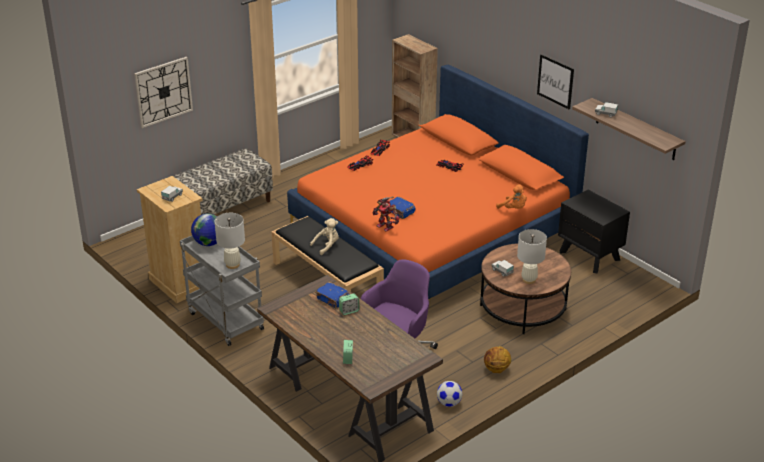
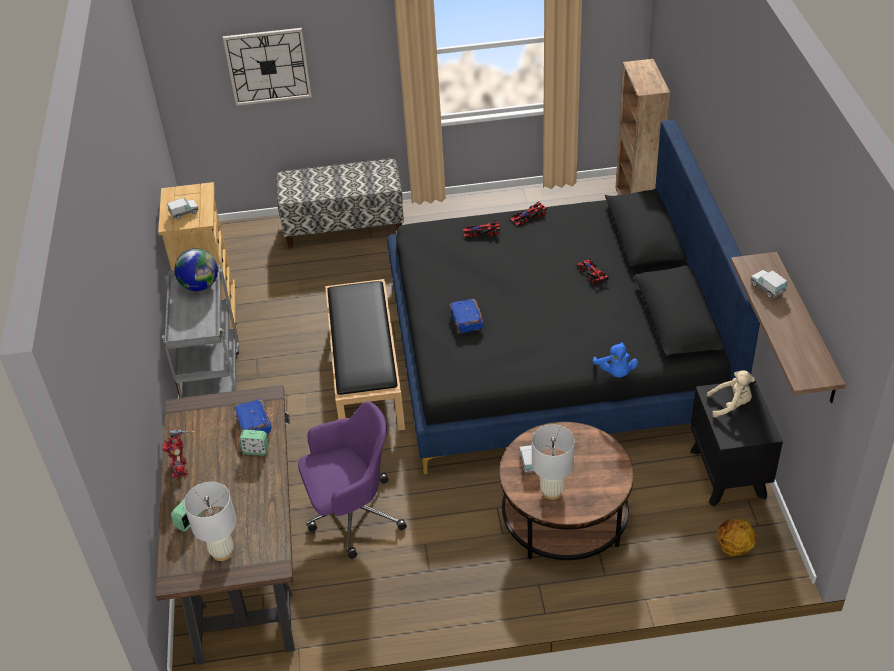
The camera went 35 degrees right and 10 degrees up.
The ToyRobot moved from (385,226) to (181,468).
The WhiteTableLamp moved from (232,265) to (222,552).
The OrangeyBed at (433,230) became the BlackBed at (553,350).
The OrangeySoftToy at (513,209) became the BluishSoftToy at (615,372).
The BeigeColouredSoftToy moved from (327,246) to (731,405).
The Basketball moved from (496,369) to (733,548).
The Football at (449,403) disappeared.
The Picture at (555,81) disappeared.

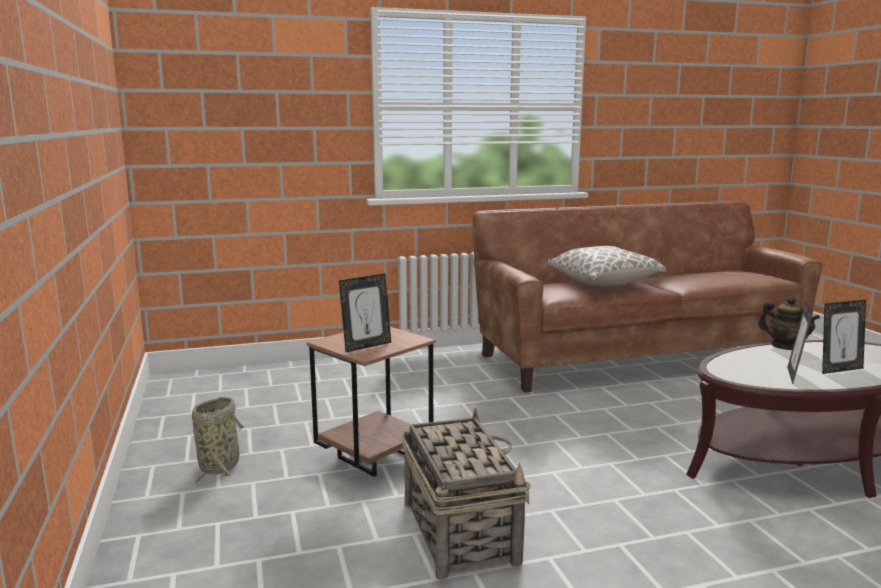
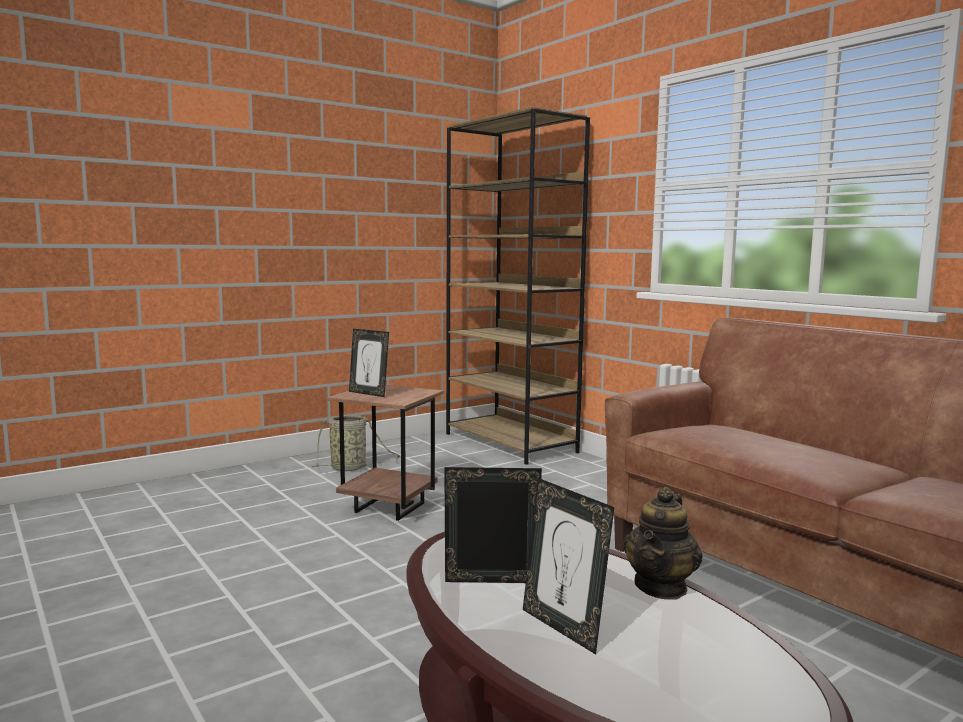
The camera went 70 degrees right and 5 degrees down.
The BrownColouredShelvingUnit at (511,443) appeared.
The StorageBasket at (459,531) disappeared.
The ThrowPillow at (604,283) disappeared.

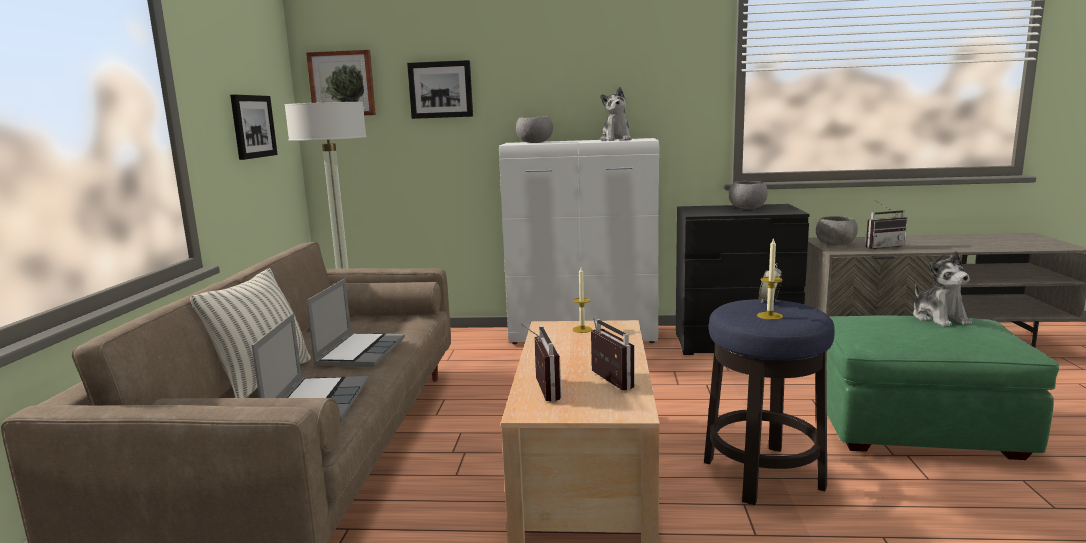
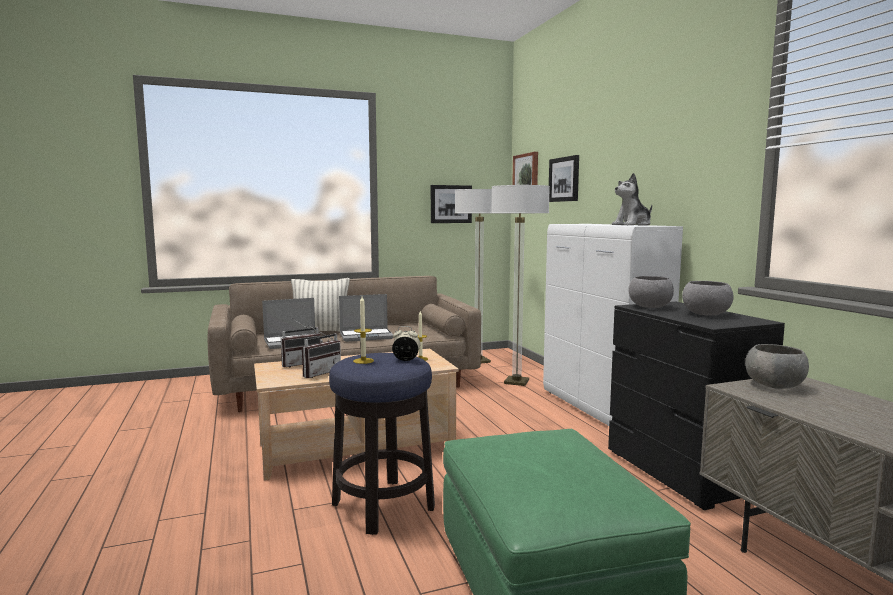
The camera went 65 degrees right and 5 degrees down.
The FloorLamp at (516,382) appeared.
The GreyServingBowl moved from (534,143) to (649,307).
The RadioReceiver at (882,246) disappeared.
The SoftToy at (939,318) disappeared.

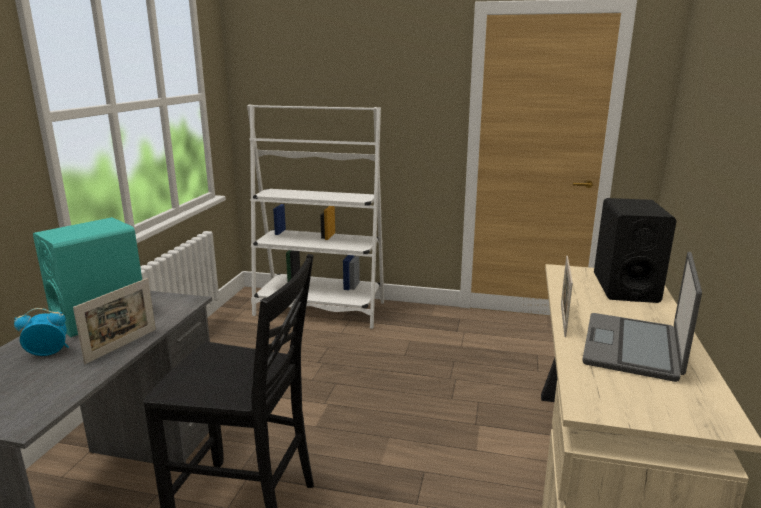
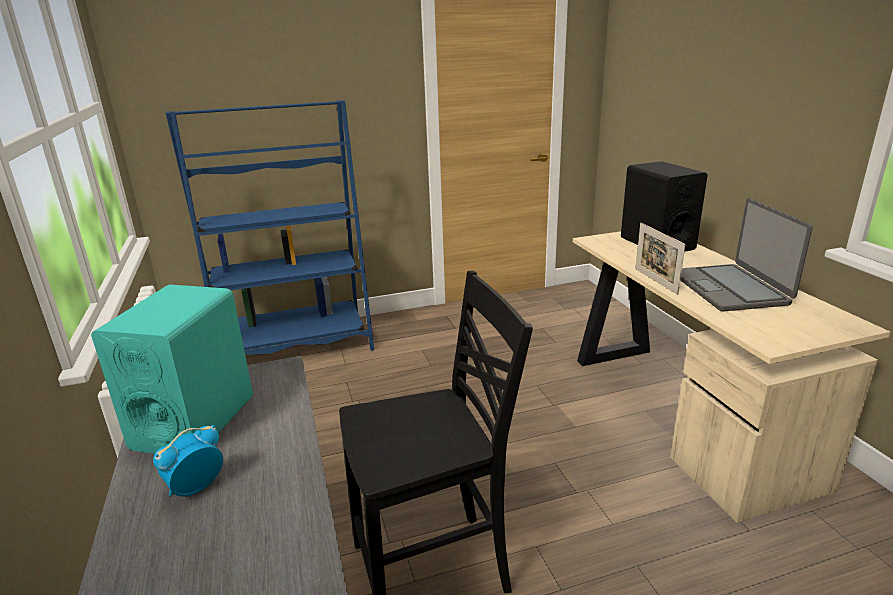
The camera went 30 degrees left and 5 degrees up.
The WhiteShelvingUnit at (320,309) became the BluishShelvingUnit at (296,346).
The StandingFrame at (122,346) disappeared.

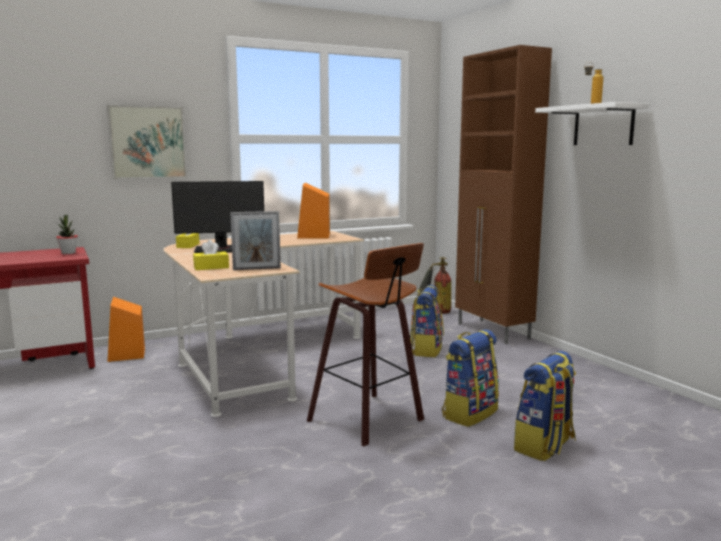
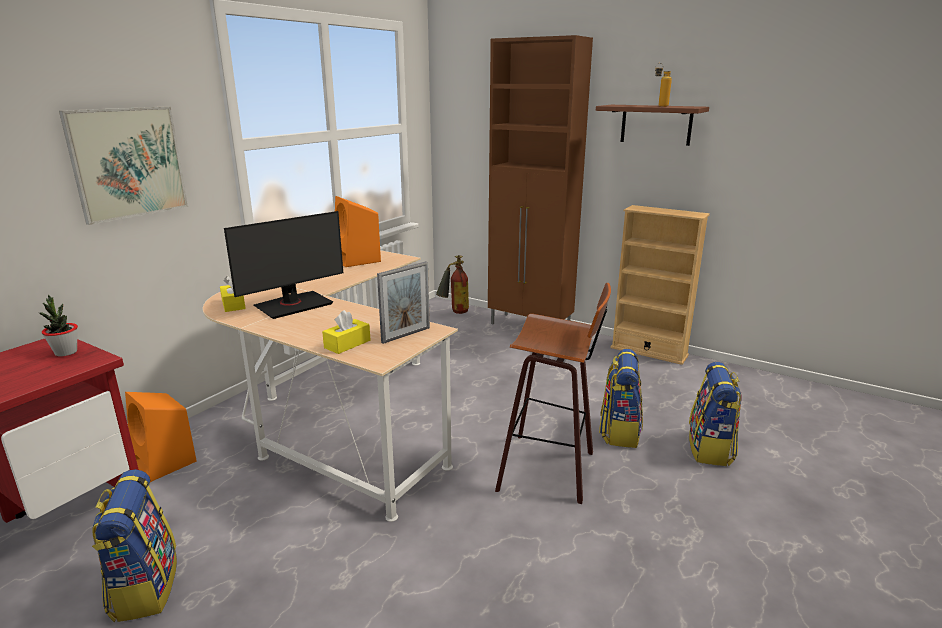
The camera went 30 degrees left and 10 degrees up.
The Knapsack moved from (425,350) to (144,587).
The WhiteBracketShelf at (603,125) became the BrownColouredBracketShelf at (656,124).
The BeigeColouredShelvingUnit at (649,351) appeared.

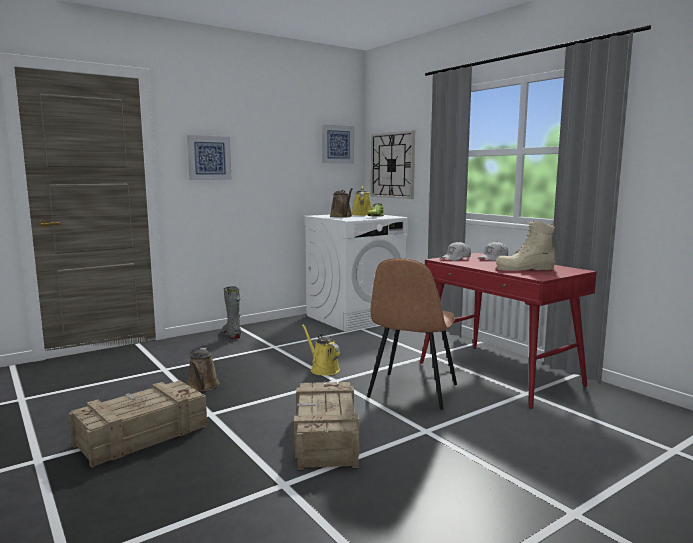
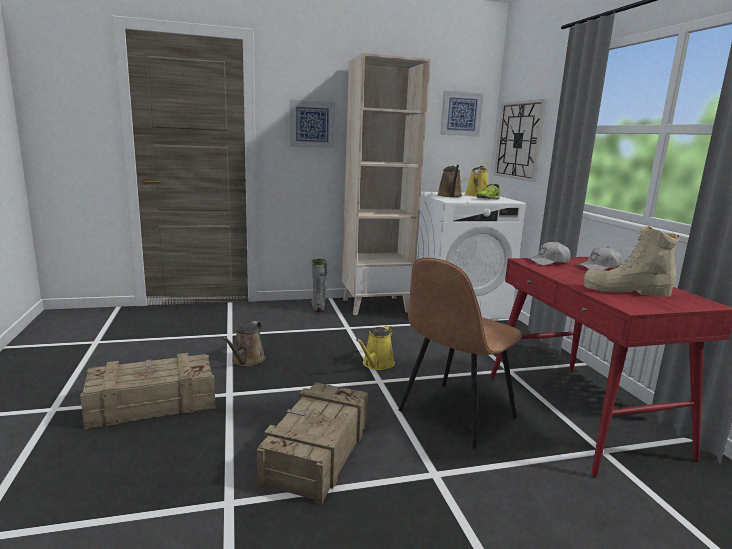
The camera went 20 degrees right and 5 degrees up.
The BeigeColouredShelvingUnit at (376,305) appeared.
The YellowSprinklingCan at (323,369) turned 135 degrees counterclockwise.

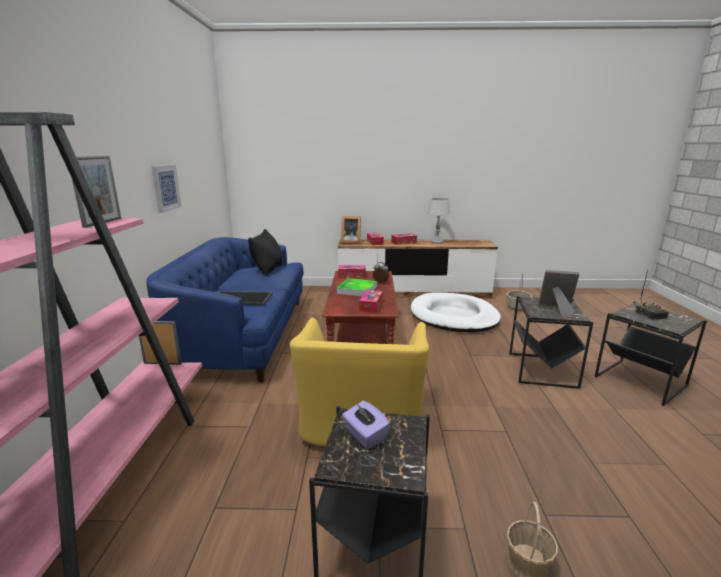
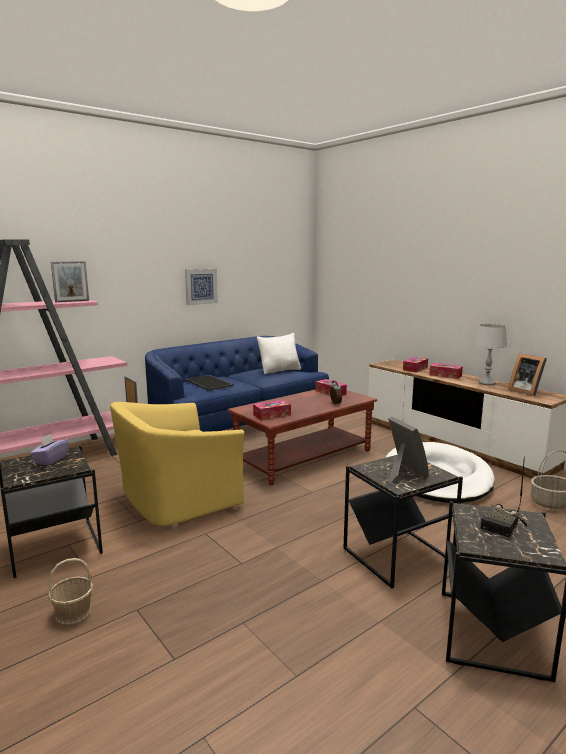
The camera went 50 degrees right and 5 degrees down.
The BlackThrowPillow at (268,269) became the WhiteThrowPillow at (280,370).
The StandingFrame moved from (350,242) to (525,391).
The Tray at (357,290) disappeared.

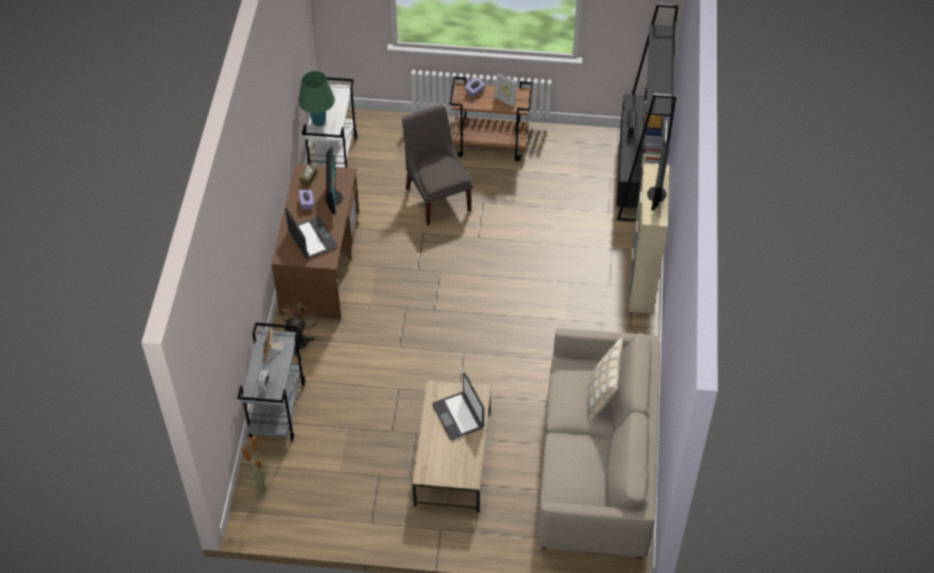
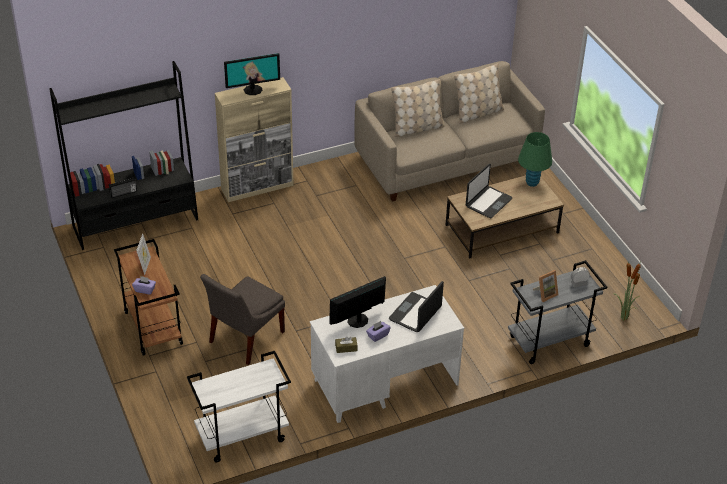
The camera went 120 degrees left and 10 degrees down.
The BrownColouredDesk at (320,266) became the WhiteDesk at (384,383).
The BeigeColouredThrowPillow at (478,113) appeared.
The GreenColouredTableLamp moved from (318,122) to (532,183).
The BrownColouredElectricFan at (300,339) disappeared.

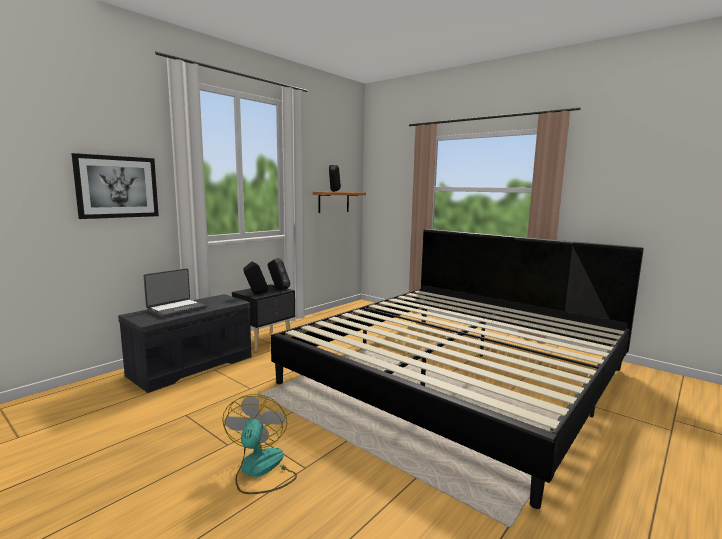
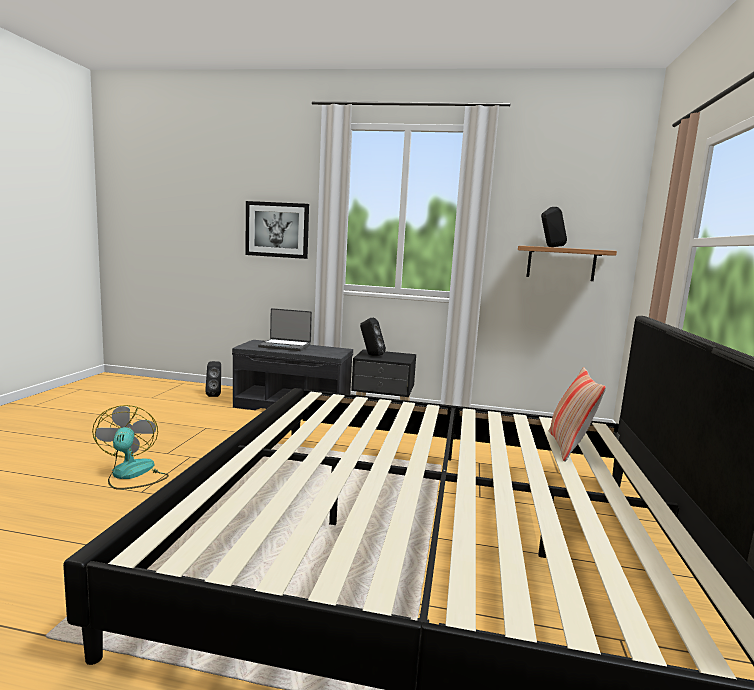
The camera went 60 degrees right and 0 degrees up.
The ElectricFan at (260,470) turned 75 degrees counterclockwise.
The BlackLoudspeaker moved from (278,289) to (214,395).
The ThrowPillow at (568,447) appeared.

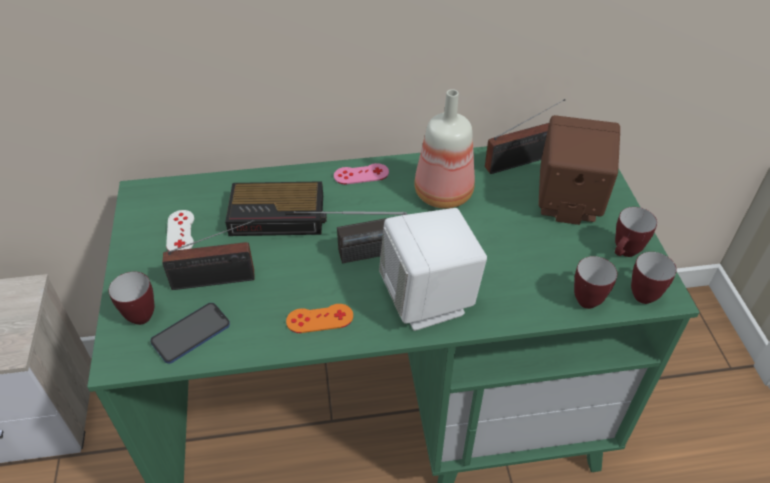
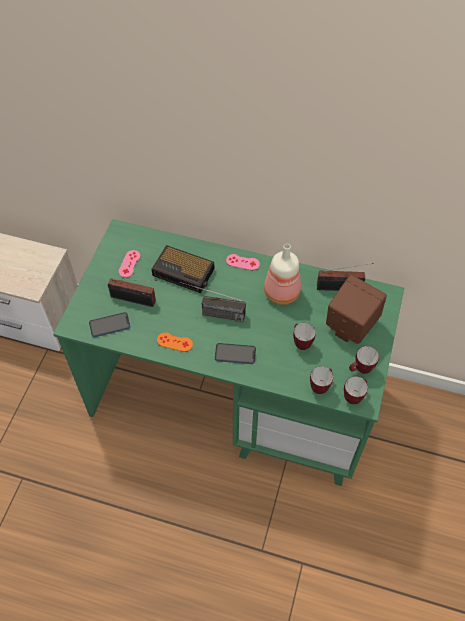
The camera went 25 degrees right and 10 degrees up.
The WhiteJoypad at (180,232) became the PinkColouredJoypad at (129,264).
The WhiteLoudspeaker at (429,300) was replaced by the Telephone at (235,354).
The TeaMug moved from (137,314) to (300,343).

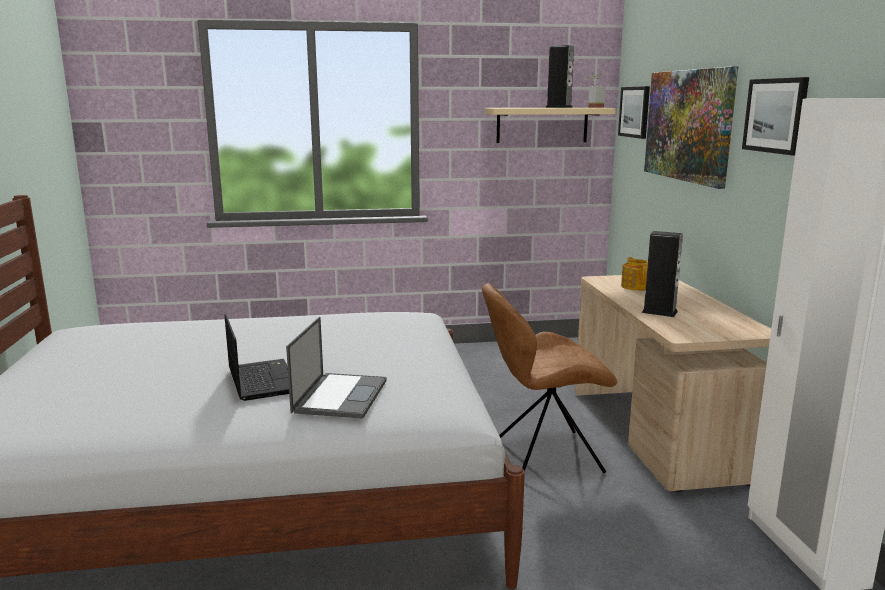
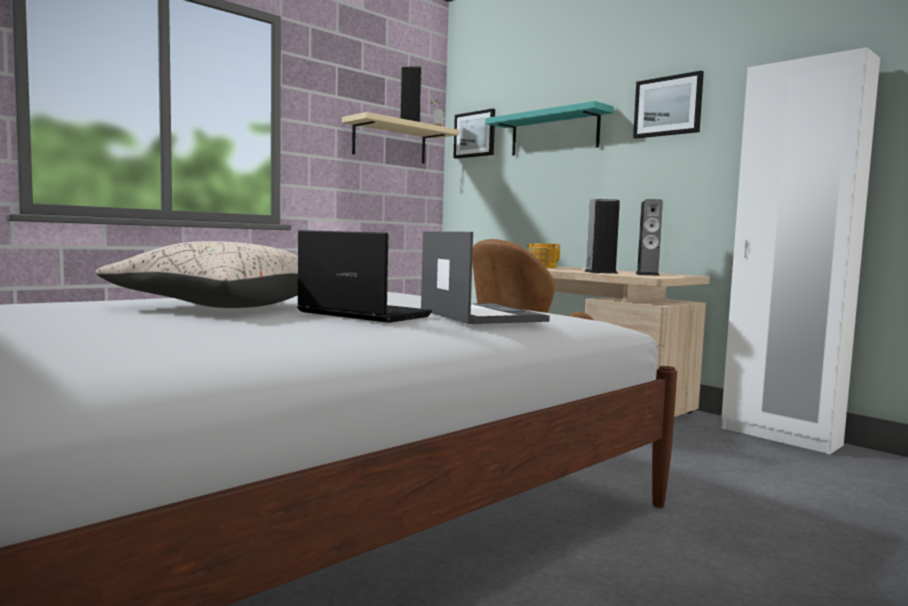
The camera went 35 degrees left and 10 degrees down.
The BeigeColouredThrowPillow at (221,307) appeared.
The Picture at (688,125) was replaced by the TurquoiseBracketShelf at (554,133).
The Loudspeaker at (647,274) appeared.

